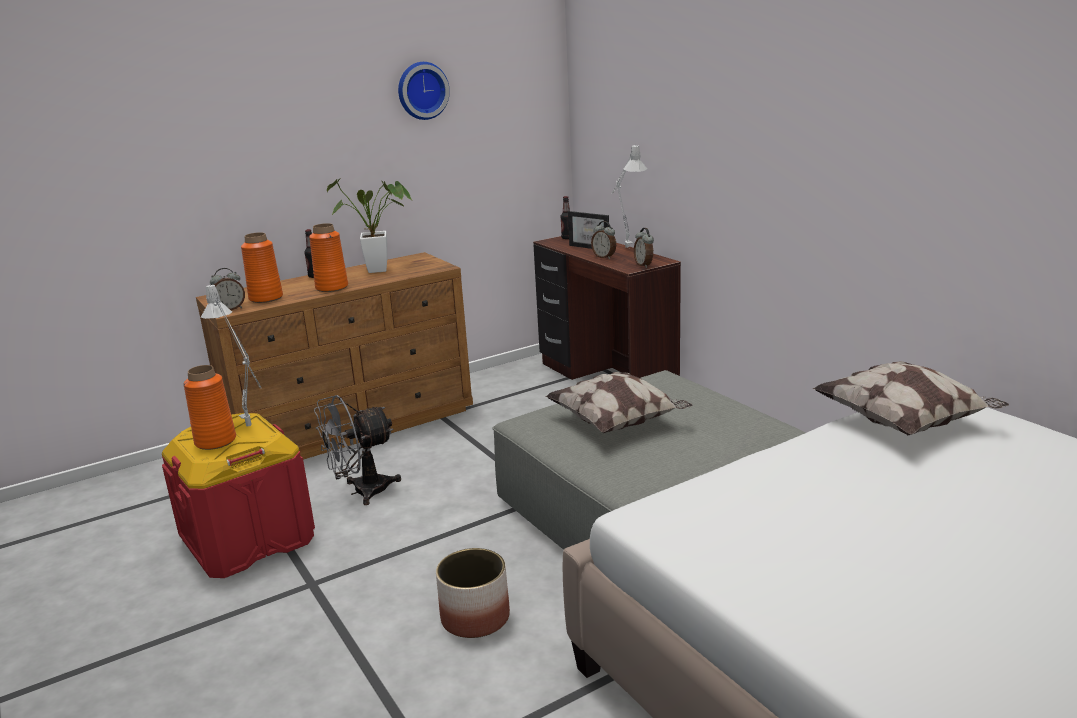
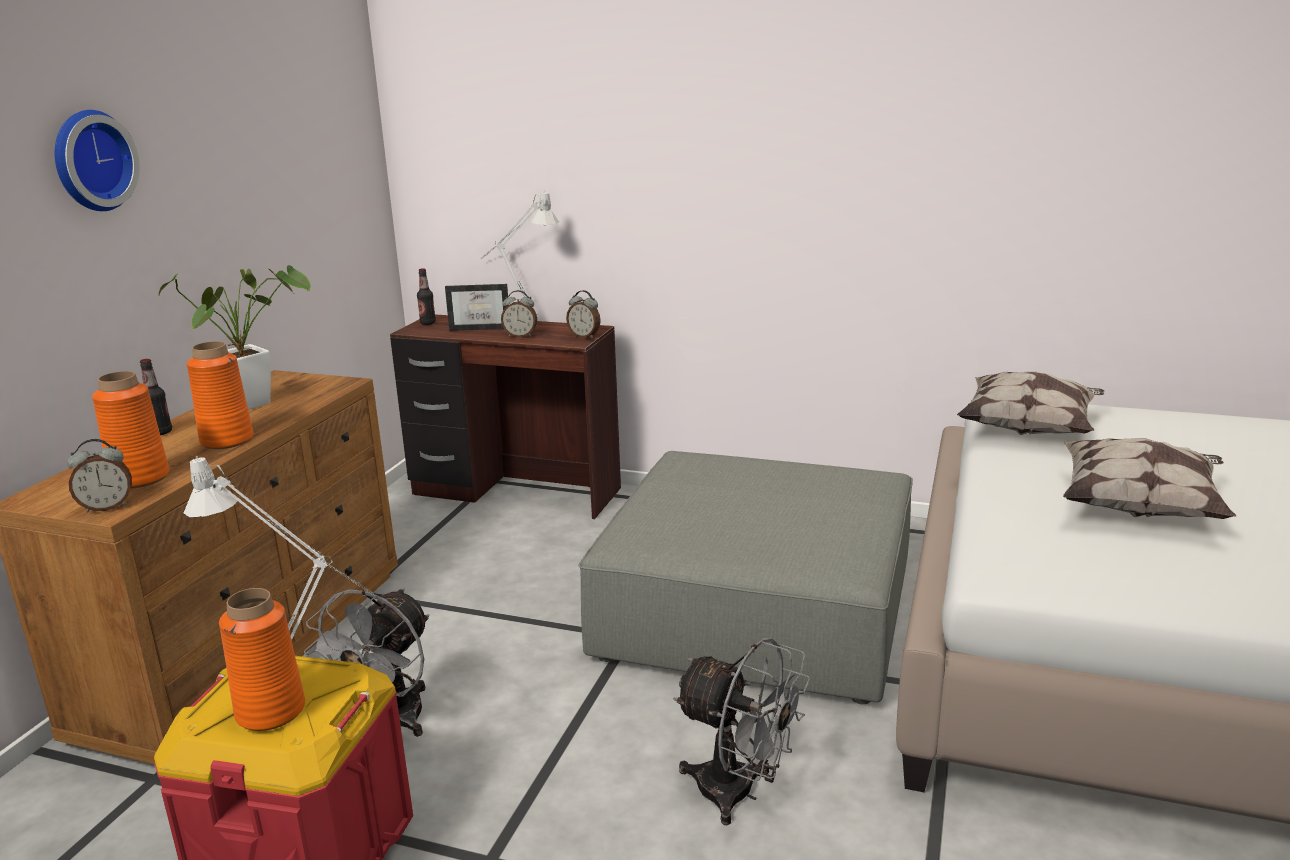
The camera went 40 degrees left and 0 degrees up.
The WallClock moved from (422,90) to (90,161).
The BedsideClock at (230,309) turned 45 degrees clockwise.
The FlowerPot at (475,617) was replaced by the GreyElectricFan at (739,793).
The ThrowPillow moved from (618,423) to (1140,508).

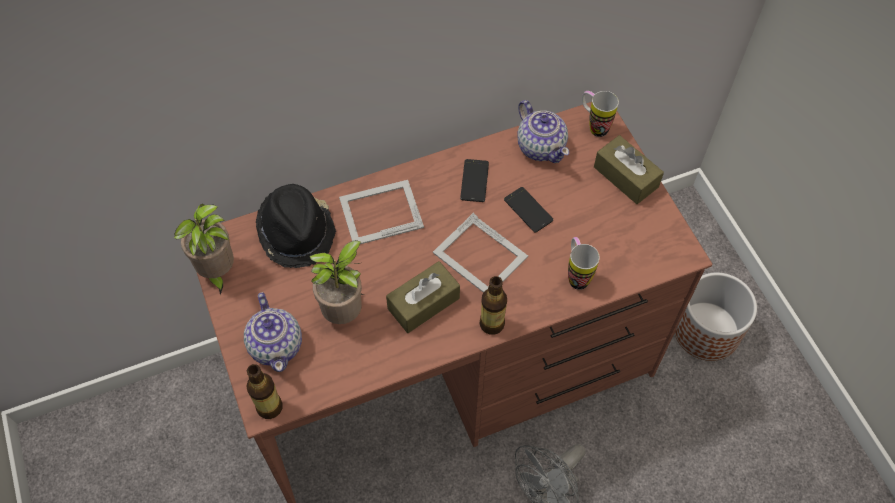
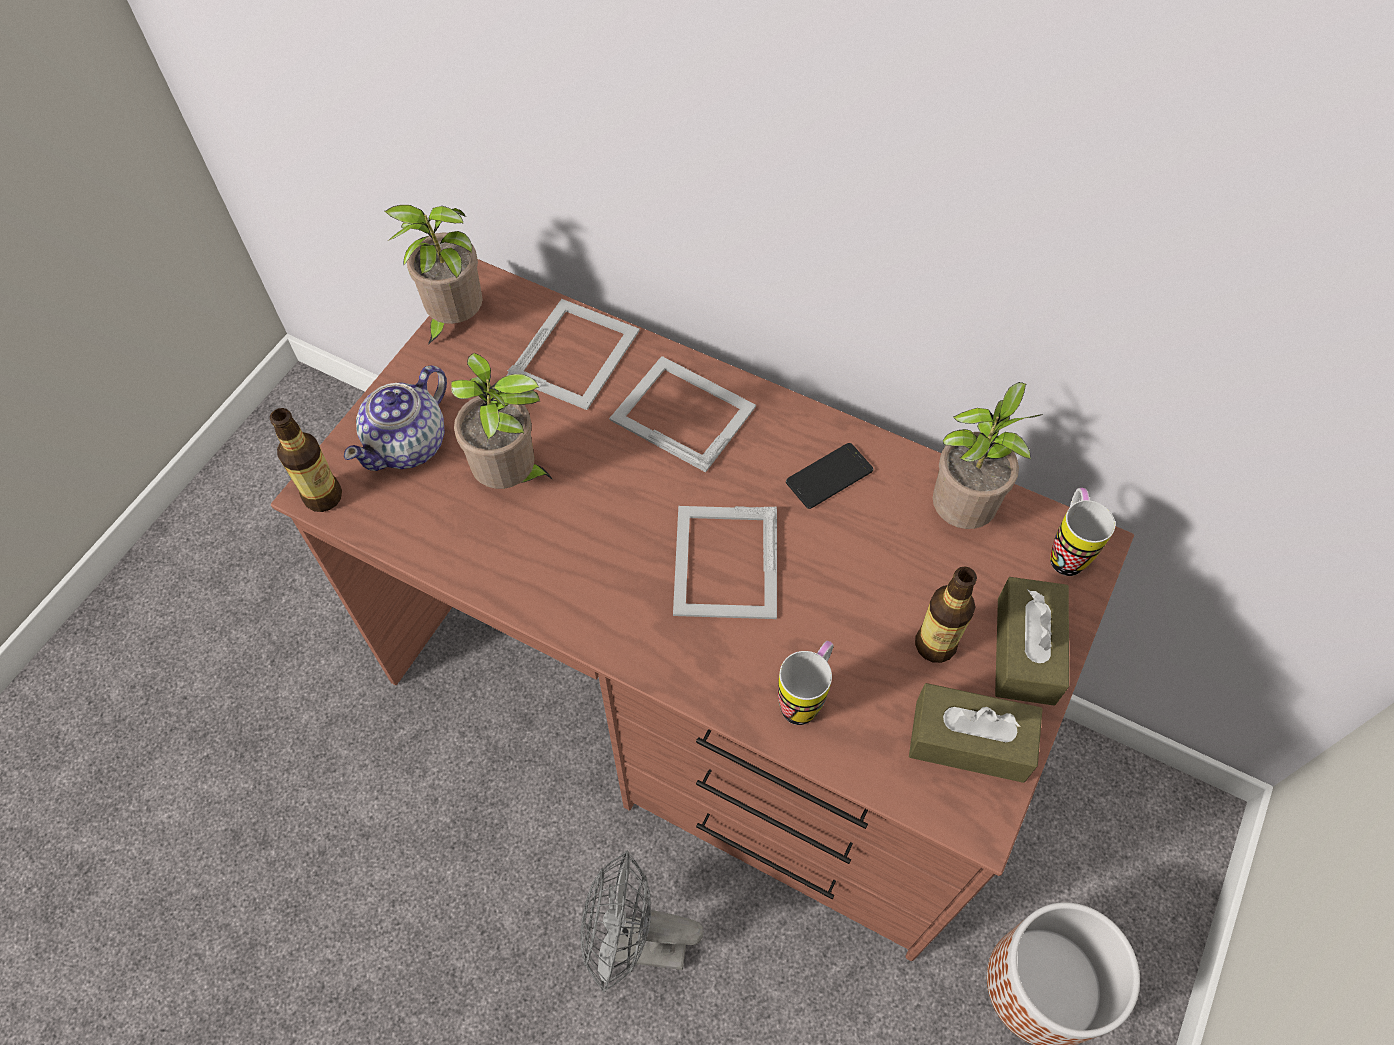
The camera went 50 degrees right and 0 degrees up.
The BlackClothingHat at (297,232) was replaced by the StandingFrame at (576,353).
The BrownColouredBoxOfTissues moved from (423,303) to (969,741).
The BeverageBottle moved from (492,324) to (935,645).
The TeaPot at (541,146) was replaced by the PottedPlant at (962,512).
The Telephone at (528,210) disappeared.

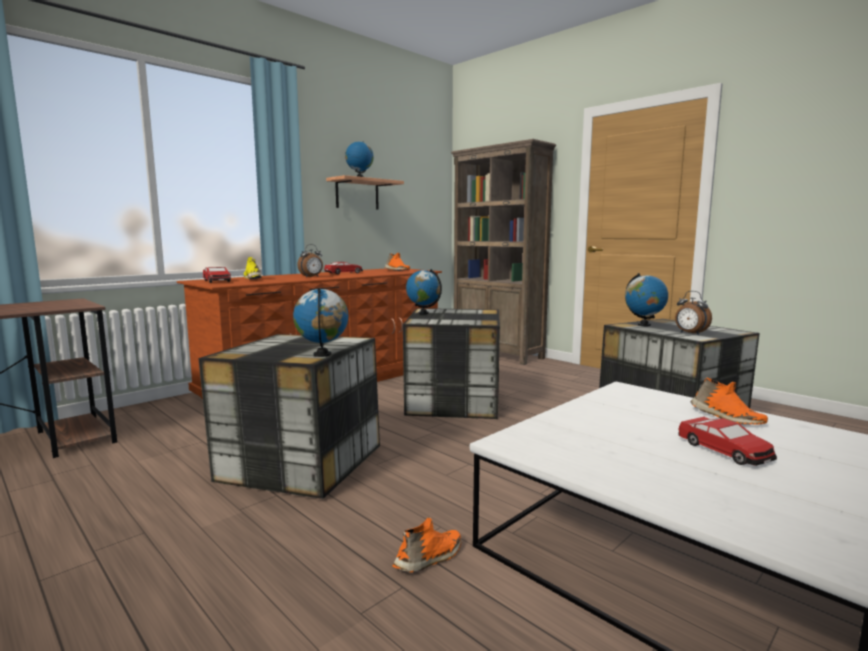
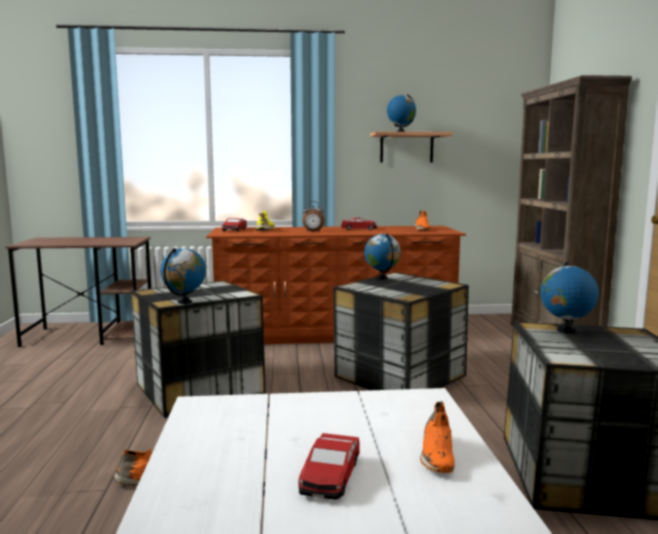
The camera went 40 degrees right and 0 degrees up.
The BedsideClock at (690,333) disappeared.

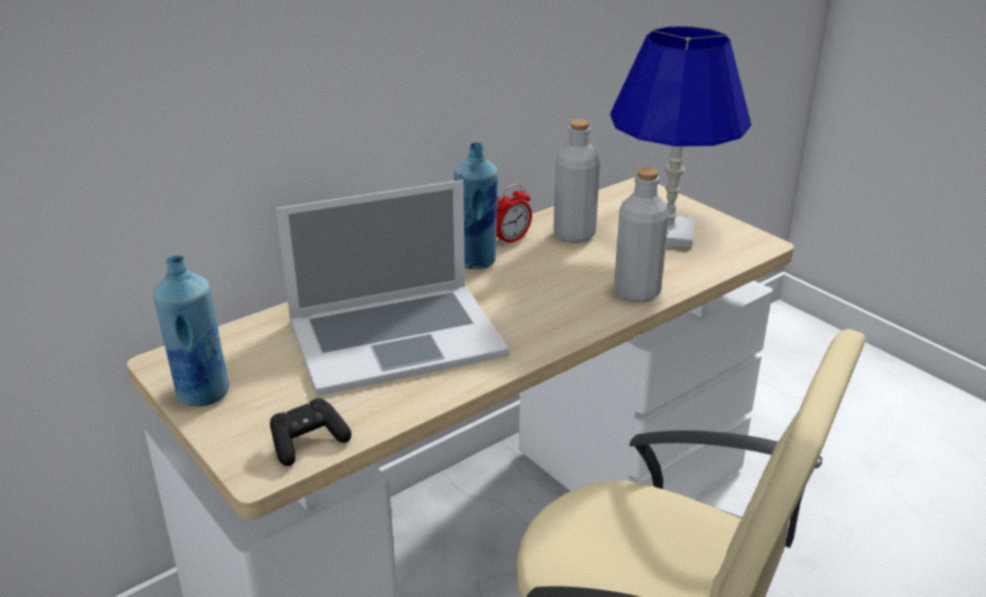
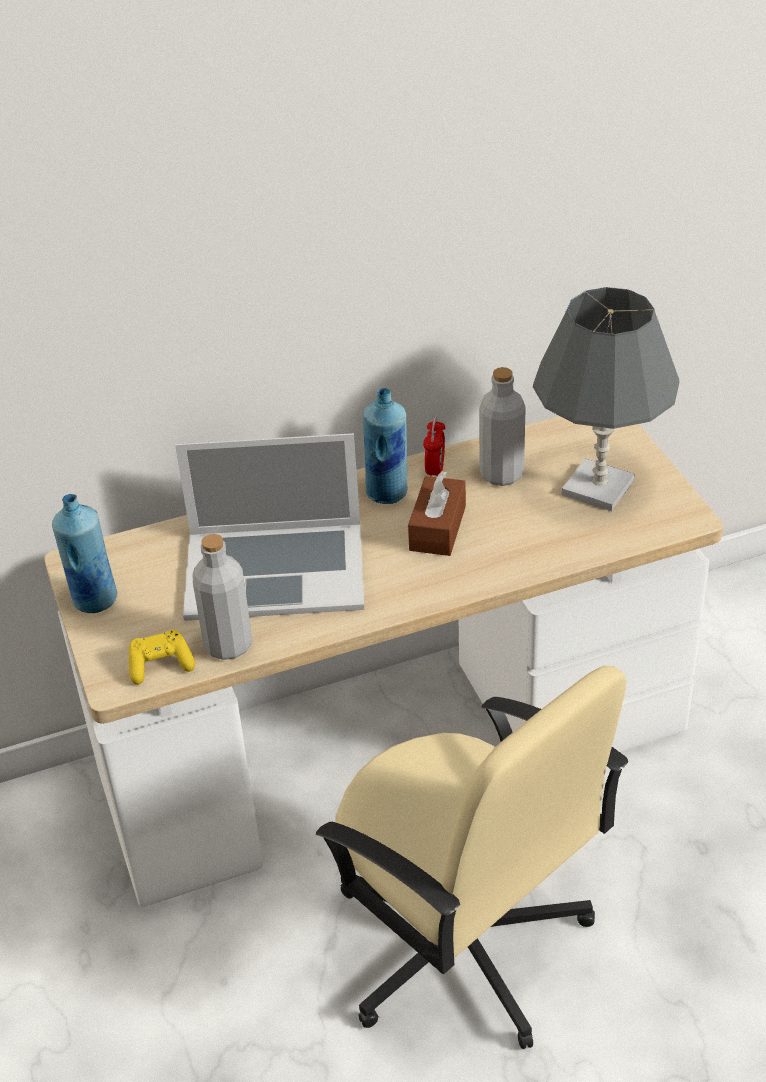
The camera went 20 degrees right and 10 degrees up.
The BlackJoypad at (308,442) became the YellowJoypad at (160,665).
The GreyBeverageBottle moved from (636,292) to (228,645).
The BrownColouredBoxOfTissues at (437,528) appeared.
The BedsideClock at (511,240) turned 60 degrees counterclockwise.
The BluishTableLamp at (667,233) became the GreyTableLamp at (598,487).

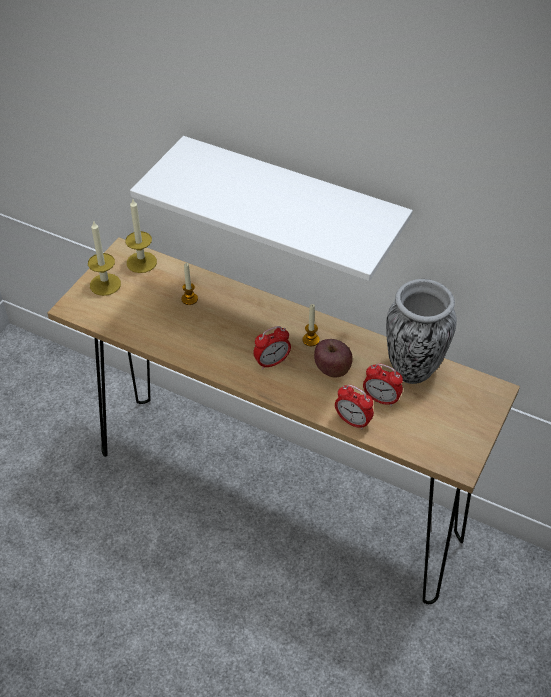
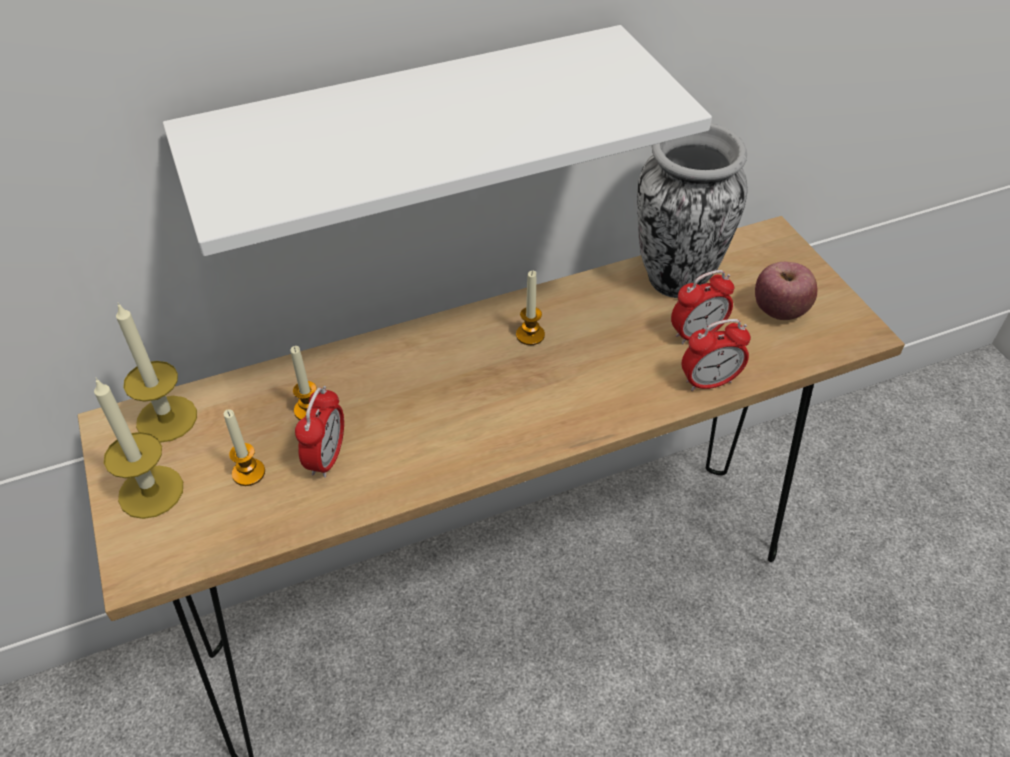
The camera went 50 degrees left and 0 degrees up.
The Candle at (248,473) appeared.
The BedsideClock moved from (272,362) to (327,458).
The Apple moved from (332,369) to (779,311).

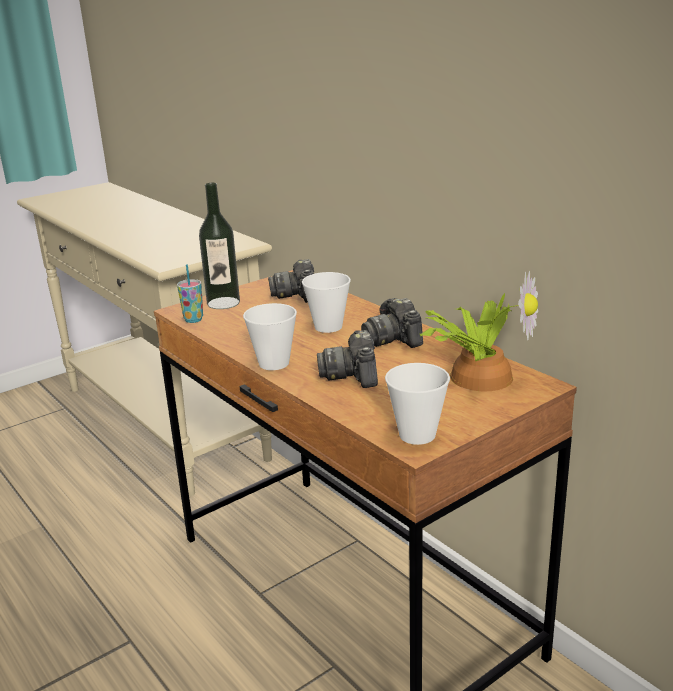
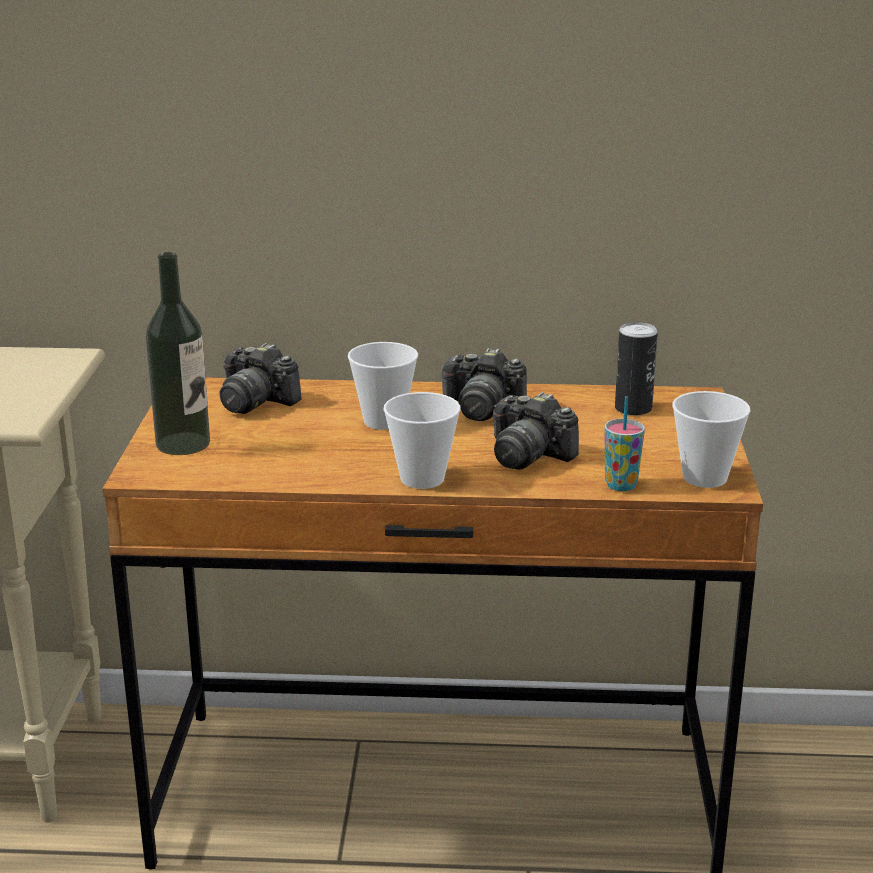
The camera went 50 degrees left and 0 degrees up.
The SmallCup moved from (193,320) to (621,485).
The PottedPlant at (478,375) was replaced by the Can at (633,408).

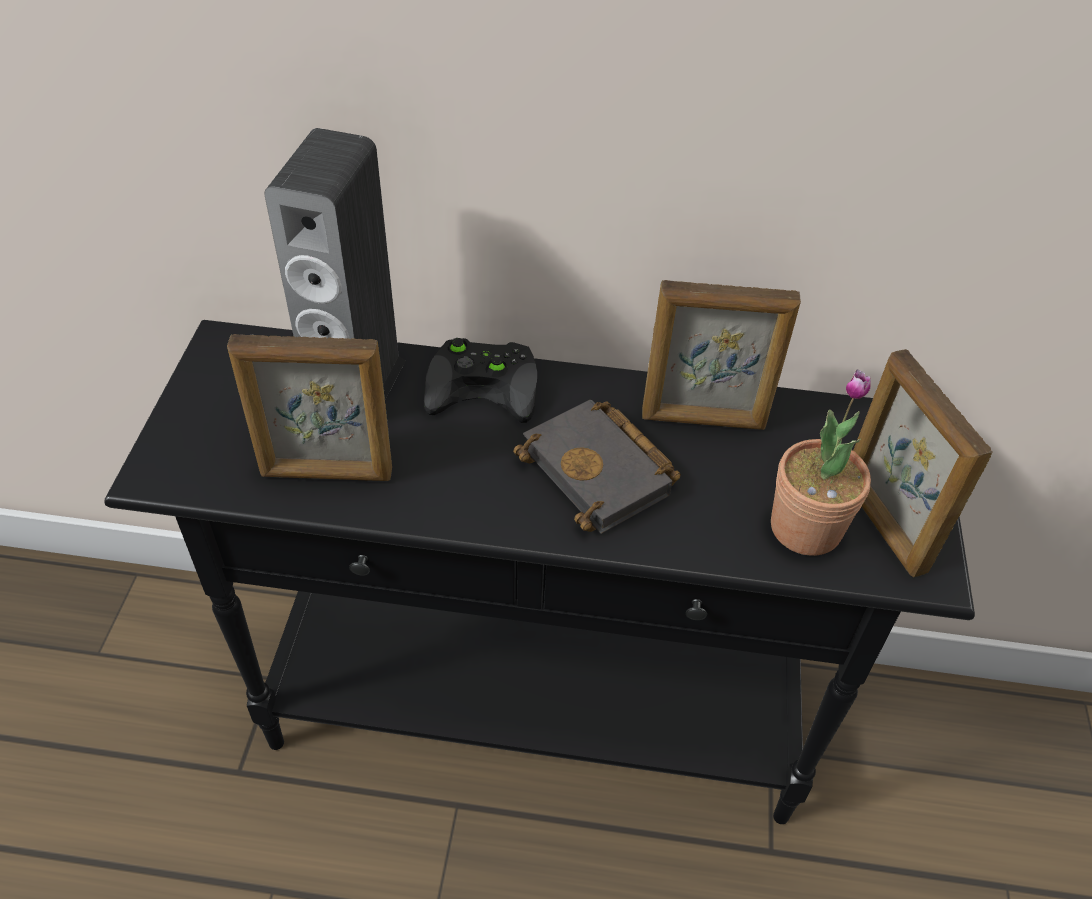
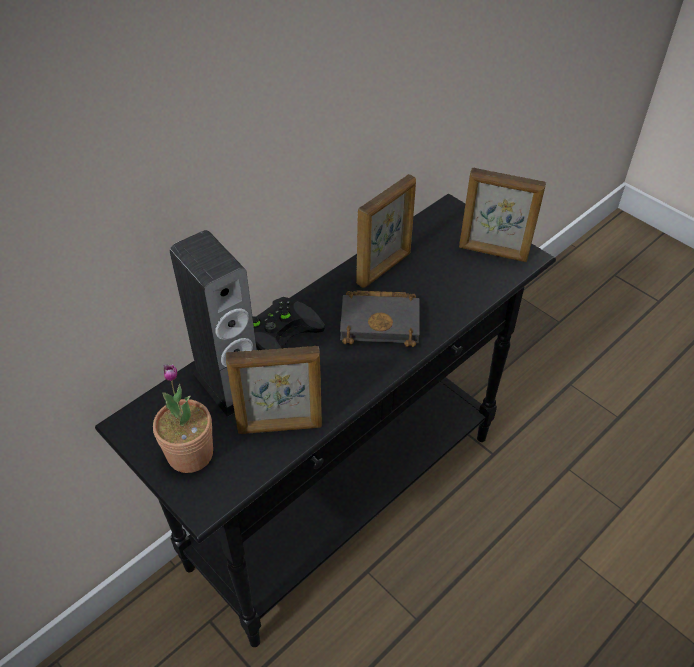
The camera went 50 degrees left and 0 degrees up.
The PottedPlant moved from (805,528) to (190,454).
The StandingFrame at (327,474) turned 45 degrees clockwise.

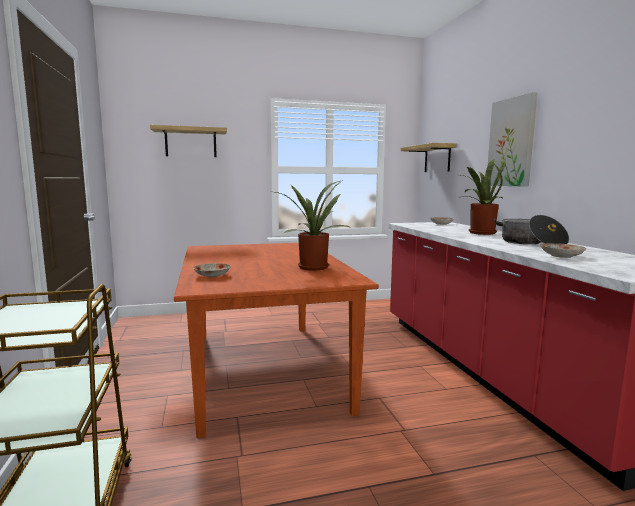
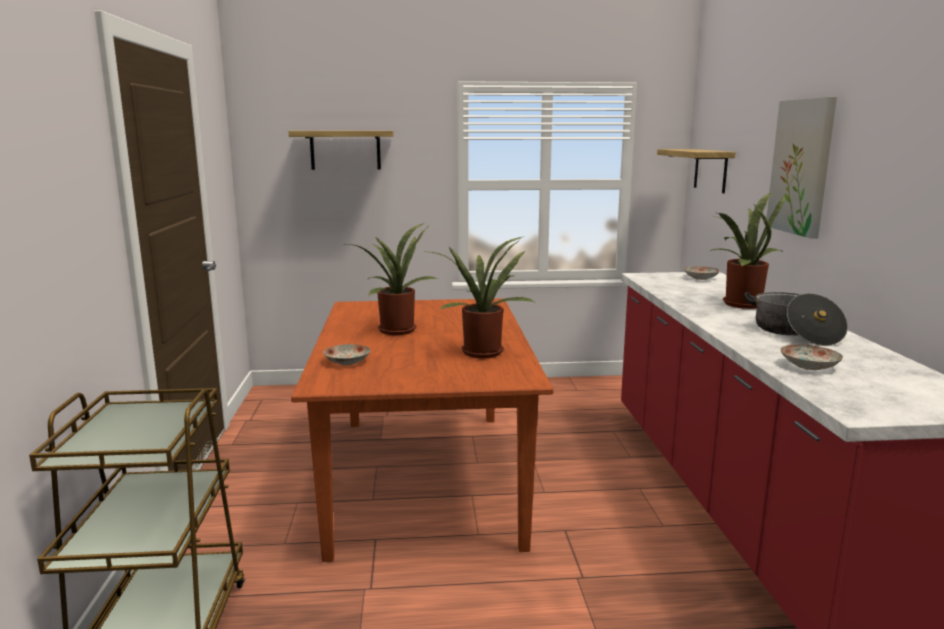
The camera went 10 degrees right and 5 degrees up.
The PottedPlant at (395,329) appeared.

